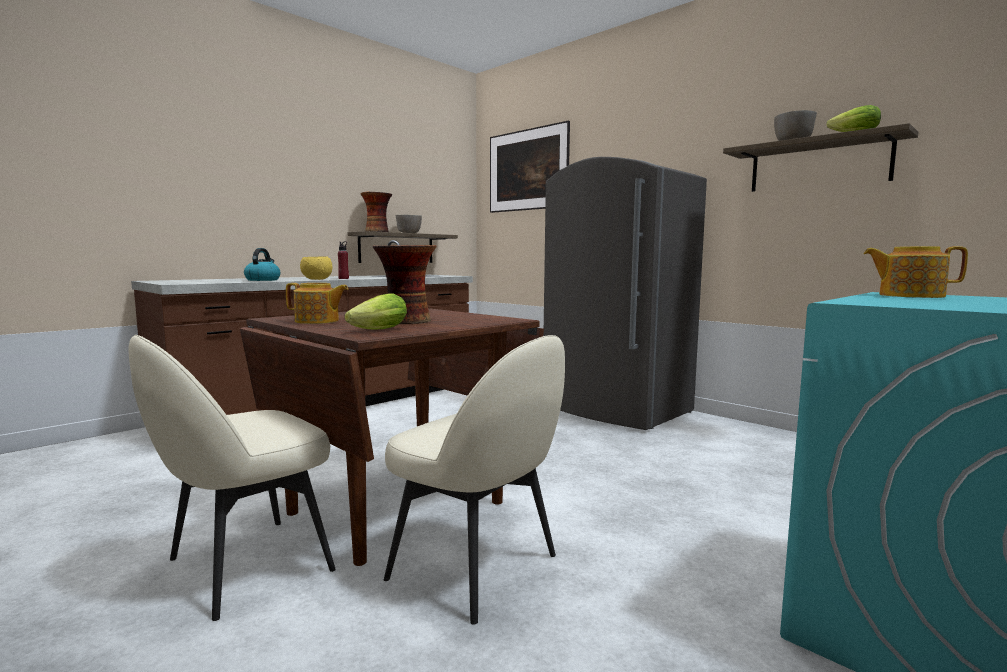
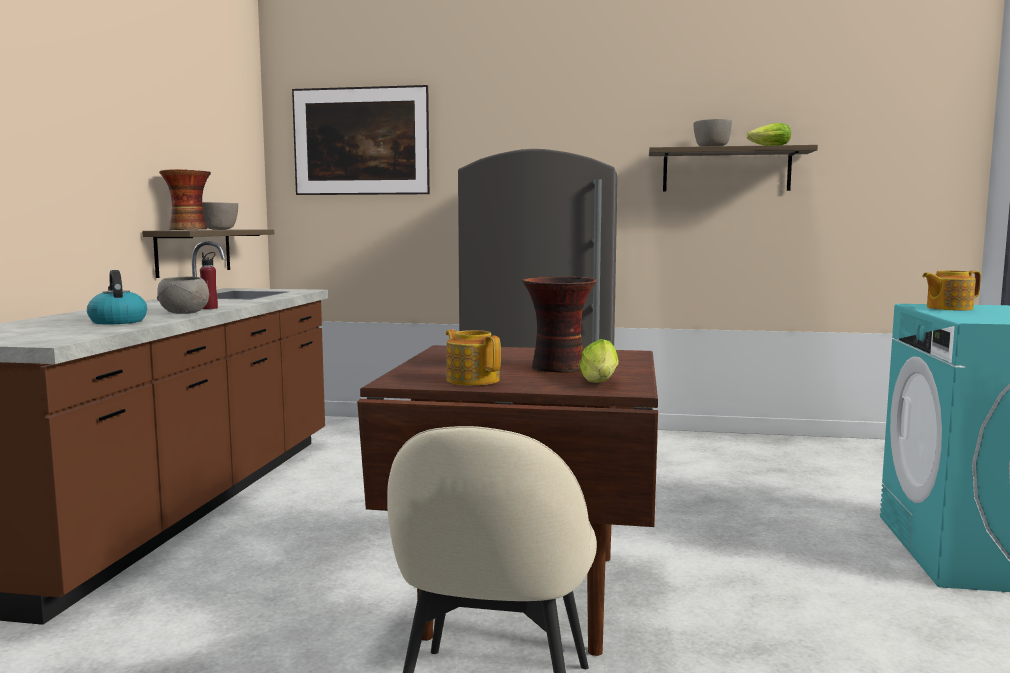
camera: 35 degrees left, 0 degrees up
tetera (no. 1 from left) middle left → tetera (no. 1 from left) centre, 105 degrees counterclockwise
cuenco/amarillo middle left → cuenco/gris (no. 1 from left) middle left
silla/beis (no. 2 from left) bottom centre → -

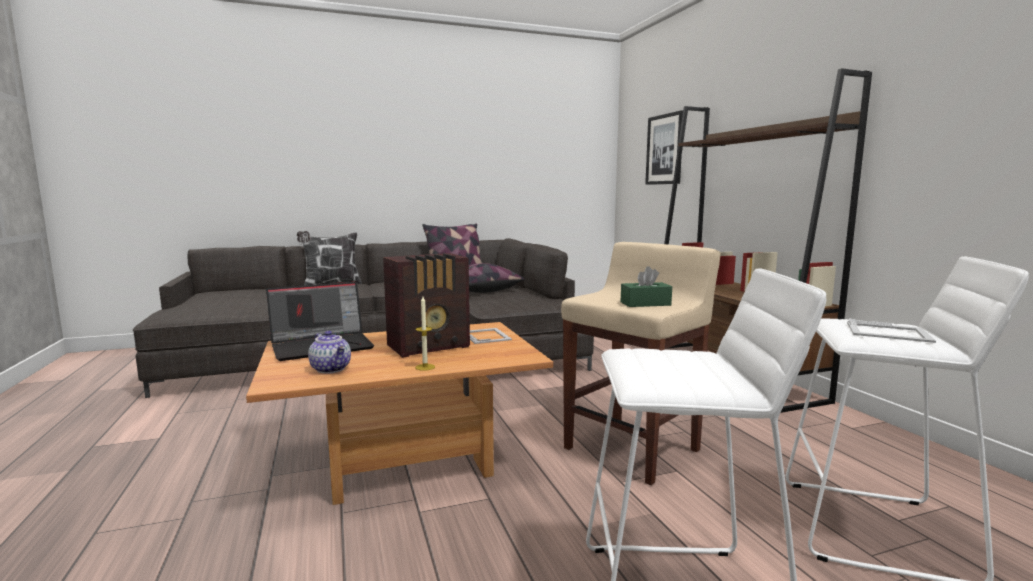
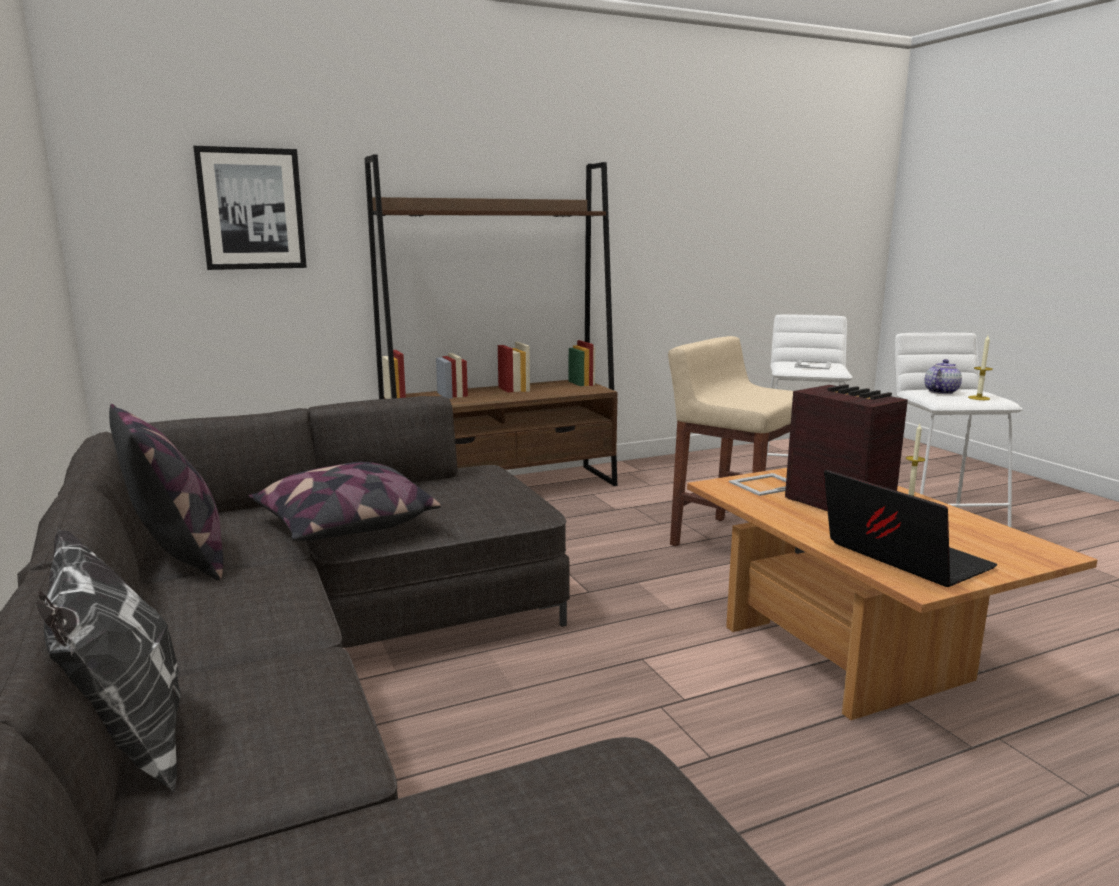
camera: 95 degrees left, 5 degrees up
tetera middle left → tetera middle right, shifted
caja de pañuelos/verde centre → -
- → vela (no. 2 from left) middle right

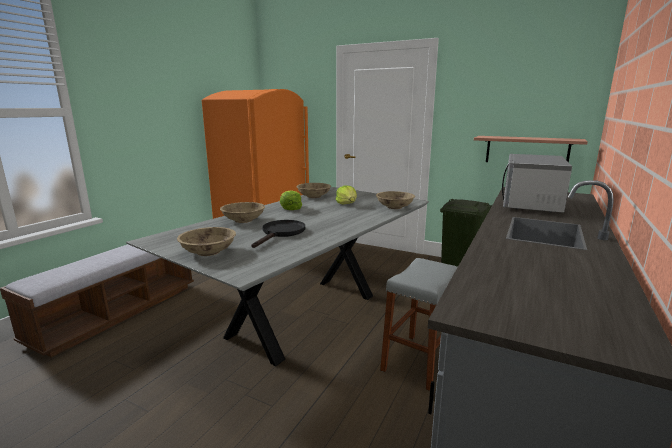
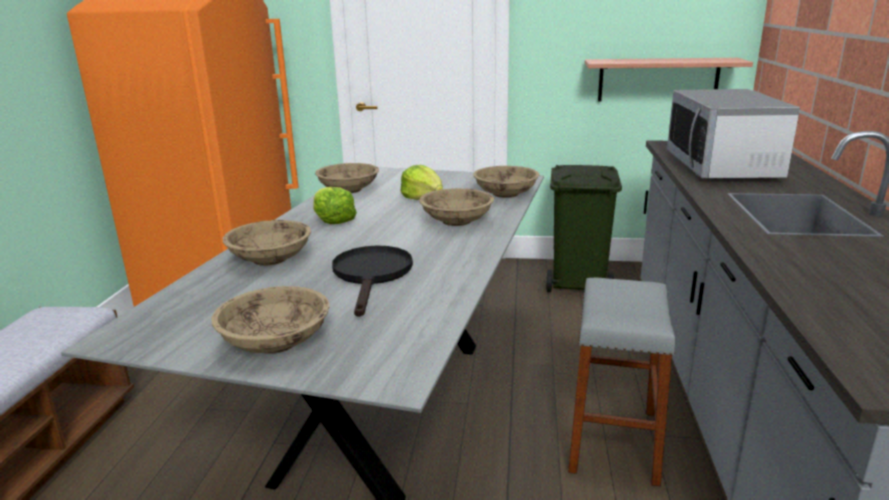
camera: 20 degrees left, 5 degrees up
- → cuenco/beis (no. 4 from left) centre

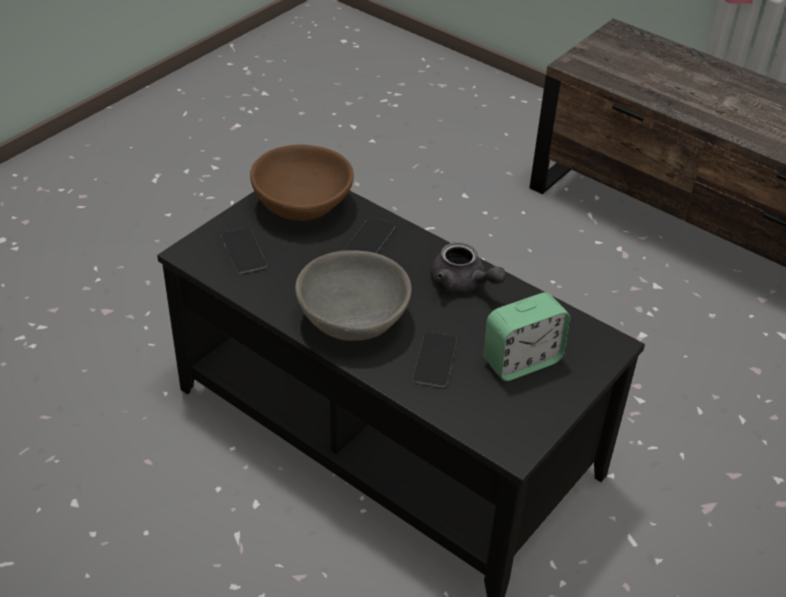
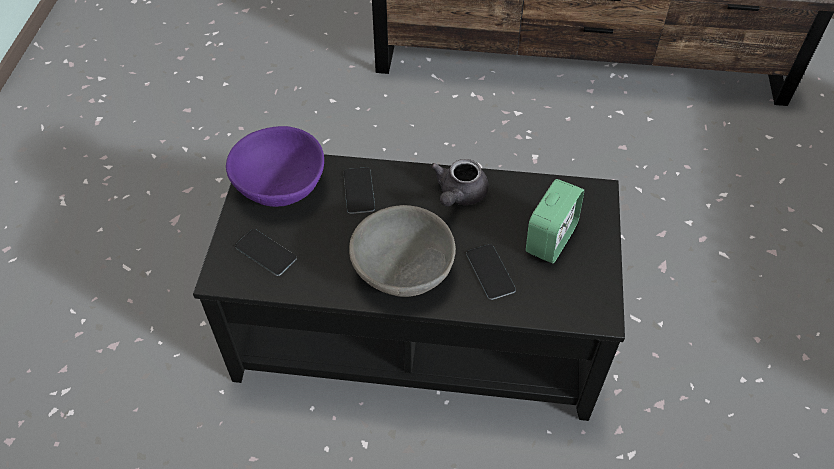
camera: 30 degrees left, 10 degrees up
cuenco/marrón top centre → cuenco/morado middle left
tetera/gris centre, 105 degrees clockwise

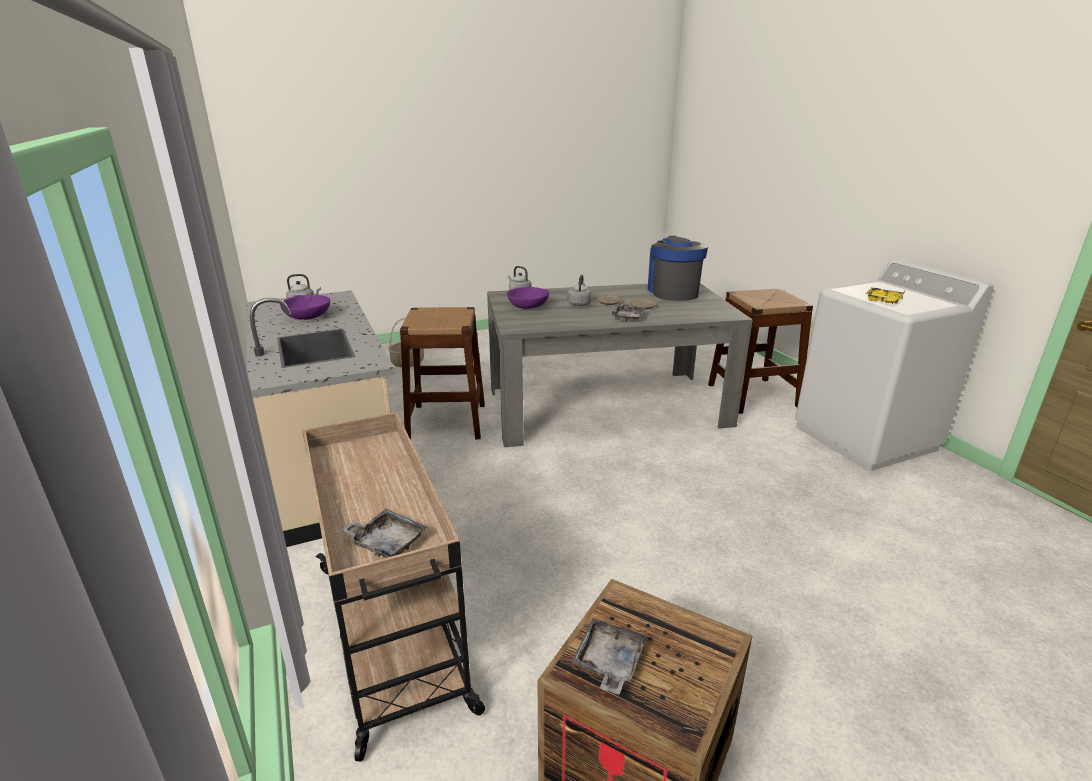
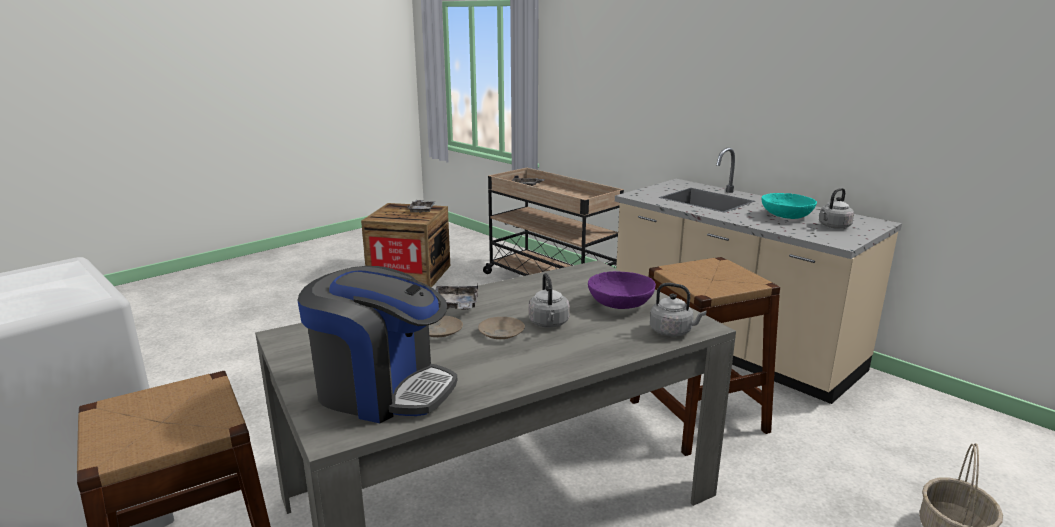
camera: 160 degrees right, 5 degrees down
cuenco/morado (no. 1 from left) middle left → cuenco/turquesa middle right
cafetera centre, 45 degrees counterclockwise
bandeja/amarillo middle right → -

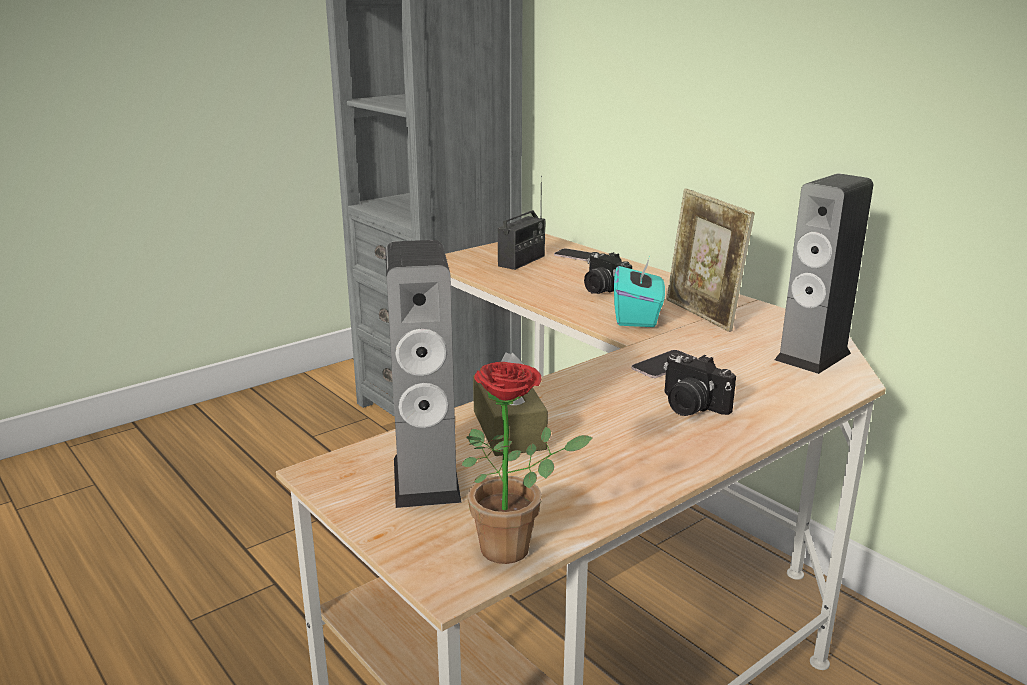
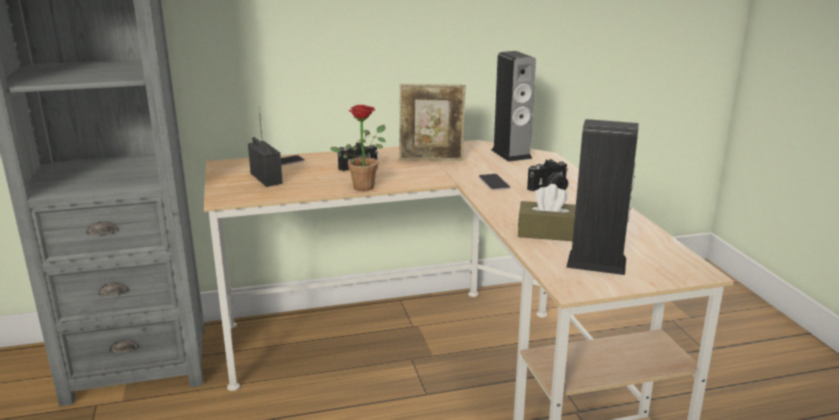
camera: 65 degrees left, 0 degrees up
planta en maceta bottom centre → planta en maceta centre, shifted
caja de pañuelos/turquesa centre → -

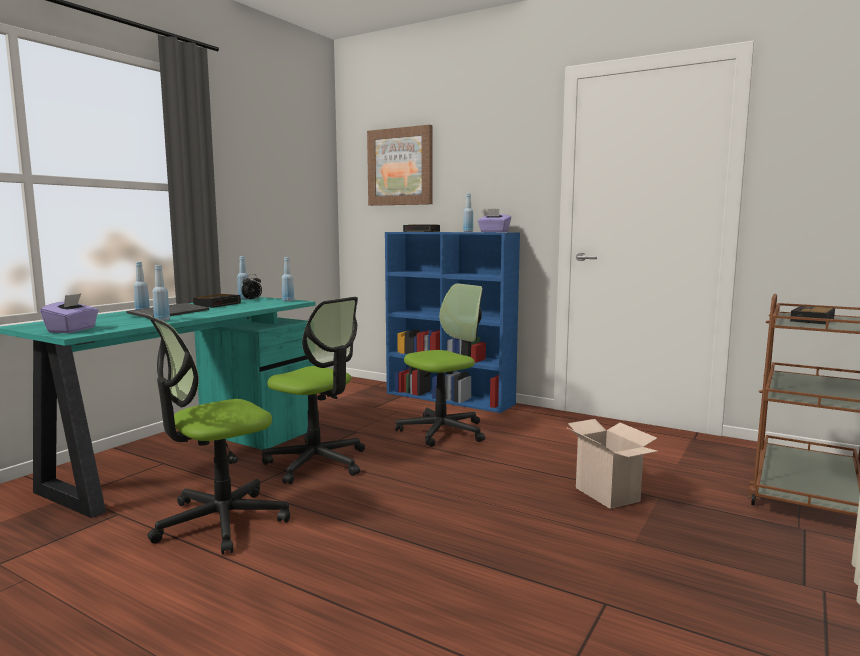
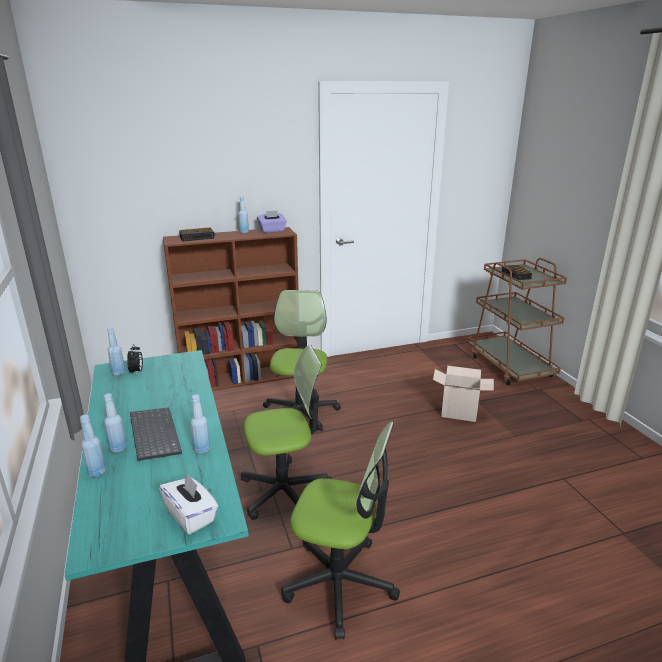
camera: 50 degrees left, 15 degrees up
caja de pañuelos/morado (no. 1 from left) middle left → caja de pañuelos/blanco bottom left
silla de oficina (no. 1 from left in the first image) middle left → silla de oficina (no. 3 from left) bottom centre, 75 degrees counterclockwise
despertador (no. 1 from left) middle left → -
botella/azul (no. 4 from left in the first image) centre → botella/azul (no. 1 from left) bottom left, shifted
cuadro top centre → -
estantería/azul centre → estantería/marrón centre

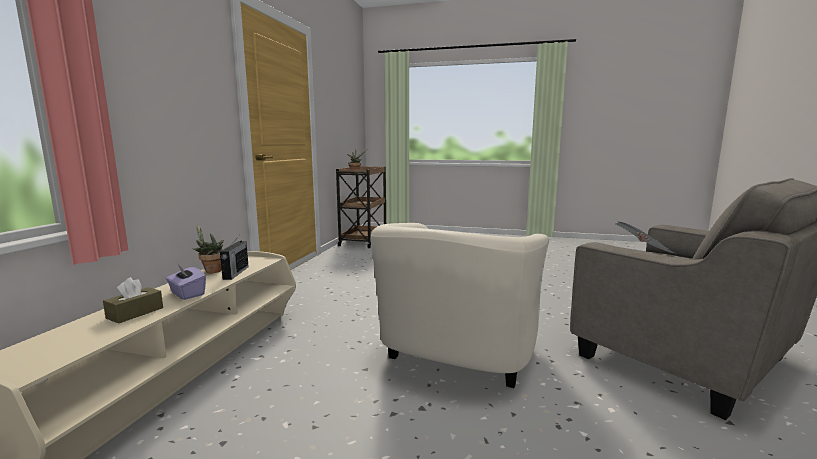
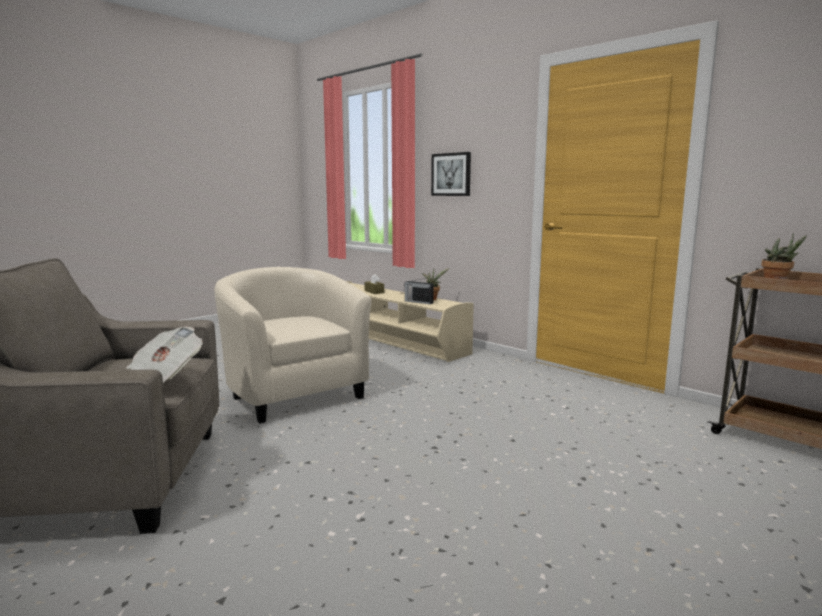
camera: 120 degrees right, 0 degrees up
caja de pañuelos/morado middle left → -
- → cuadro top centre

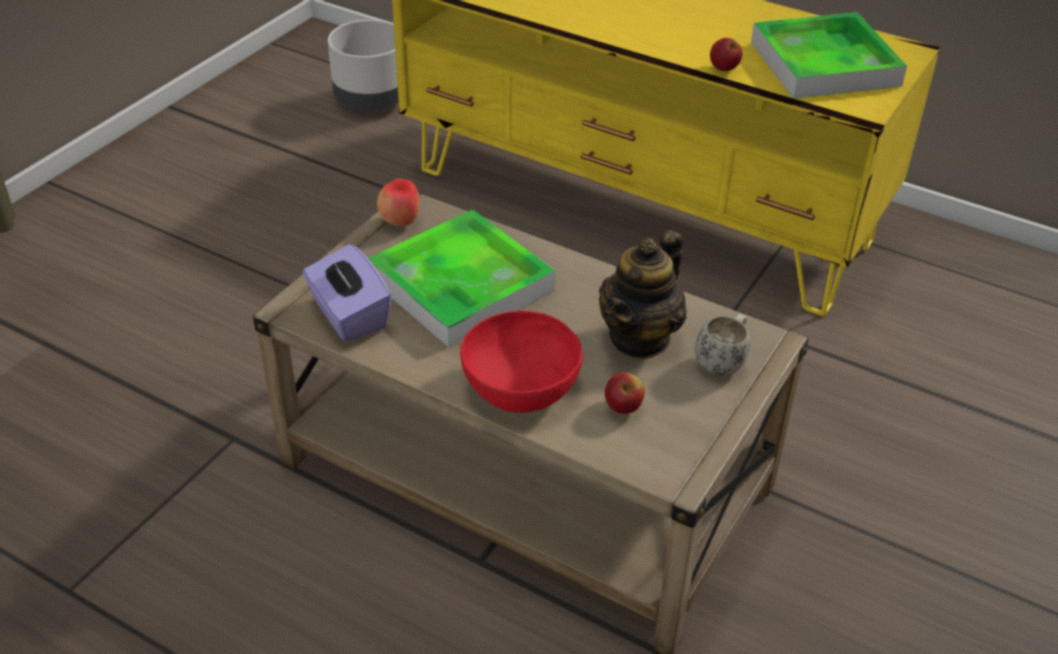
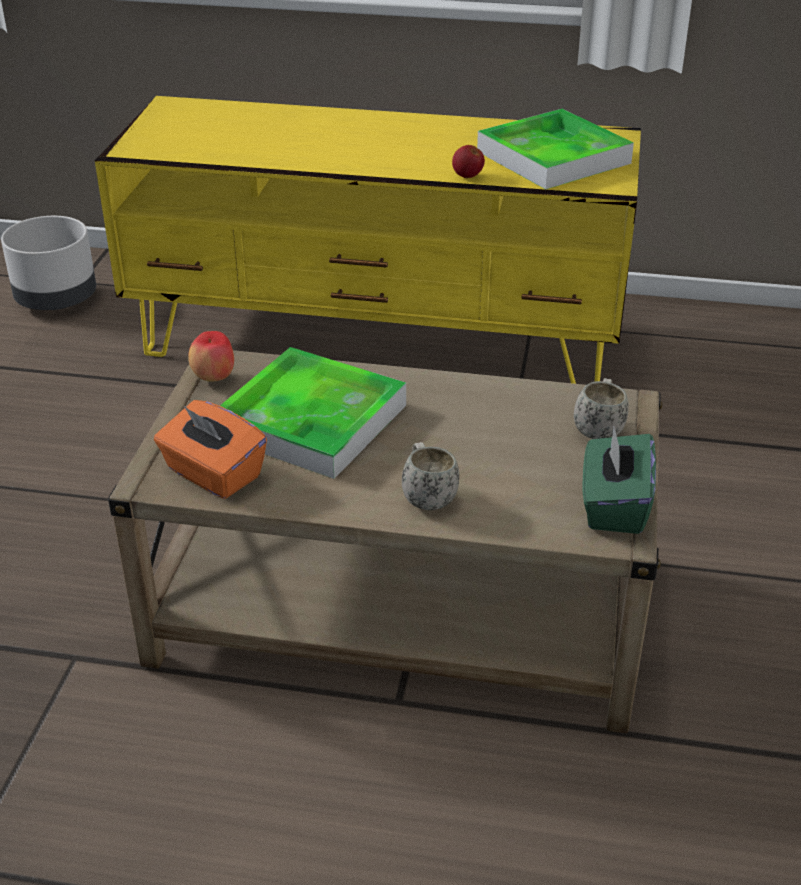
camera: 20 degrees left, 5 degrees down
caja de pañuelos/morado middle left → caja de pañuelos/naranja middle left
cuenco/rojo centre → taza grande/blanco (no. 1 from left) centre
tetera centre → -
manzana (no. 2 from left) centre → -
- → caja de pañuelos/verde middle right

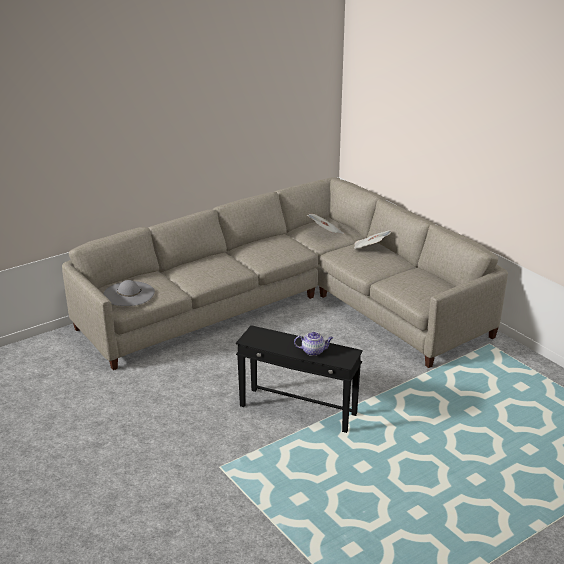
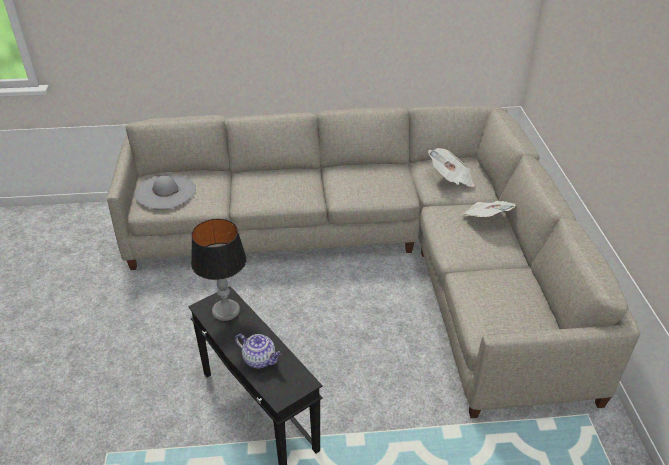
camera: 30 degrees right, 10 degrees up
- → lámpara de mesa middle left

